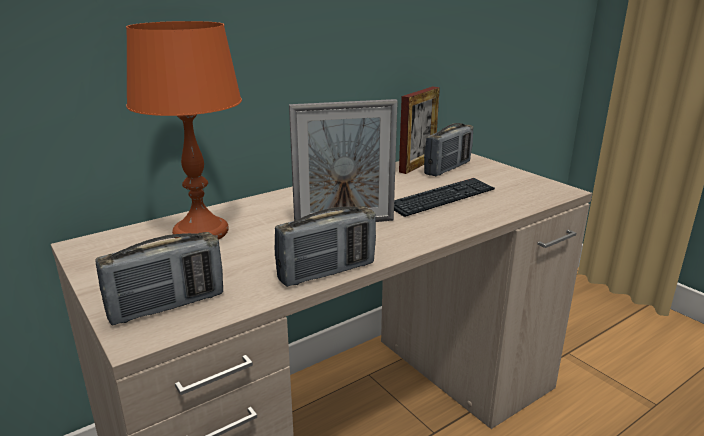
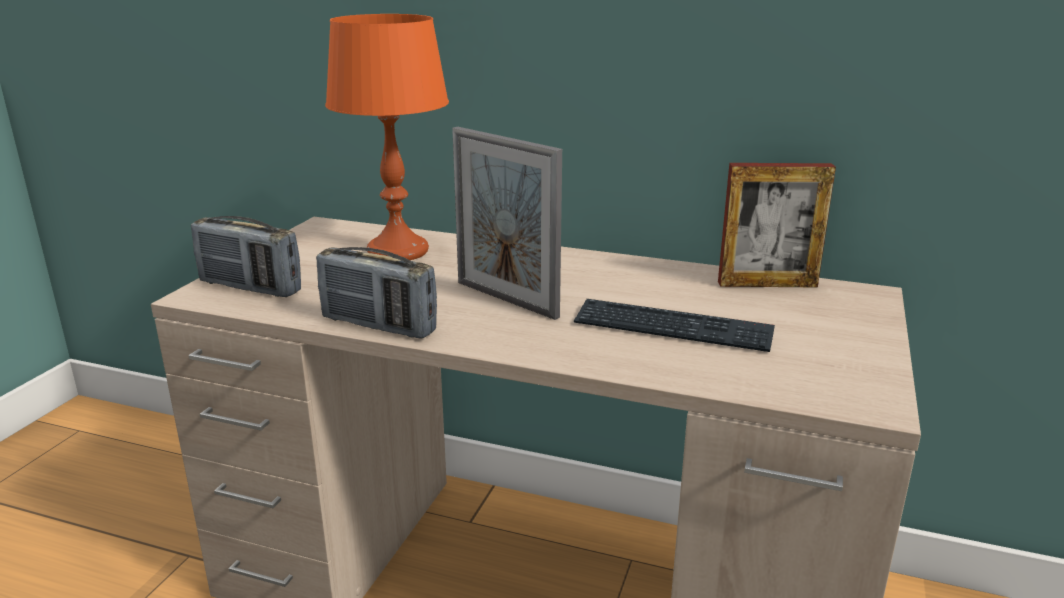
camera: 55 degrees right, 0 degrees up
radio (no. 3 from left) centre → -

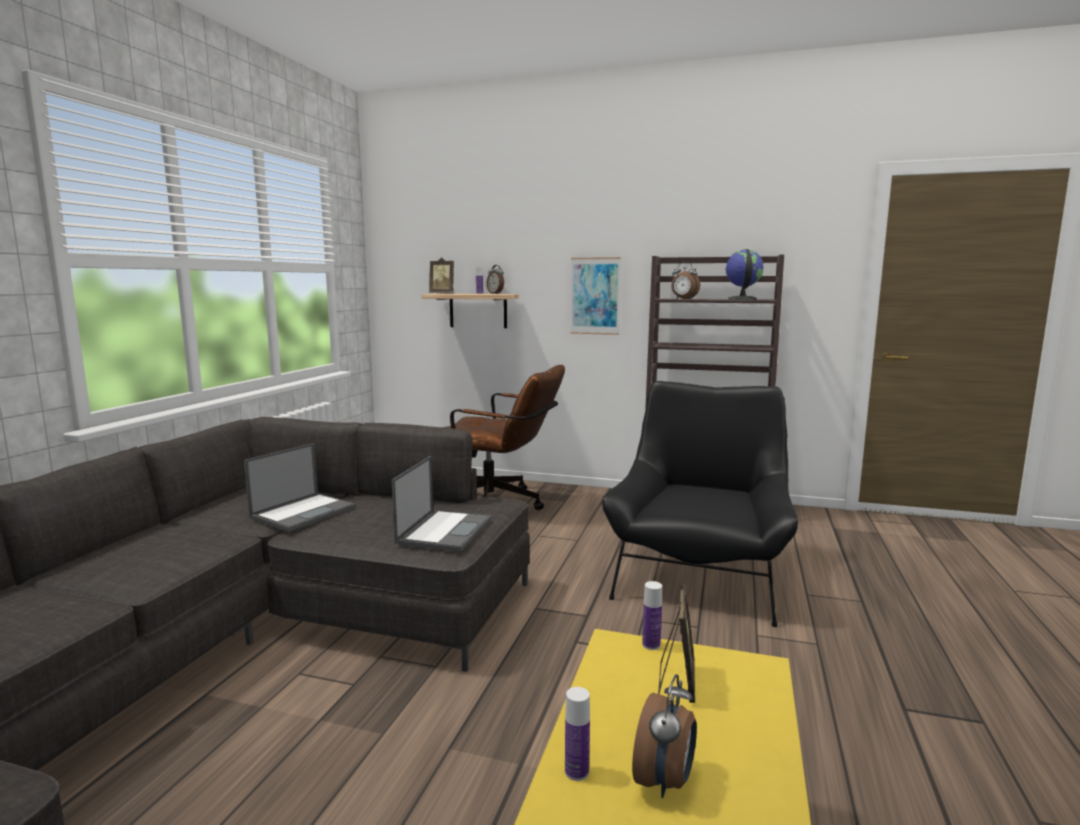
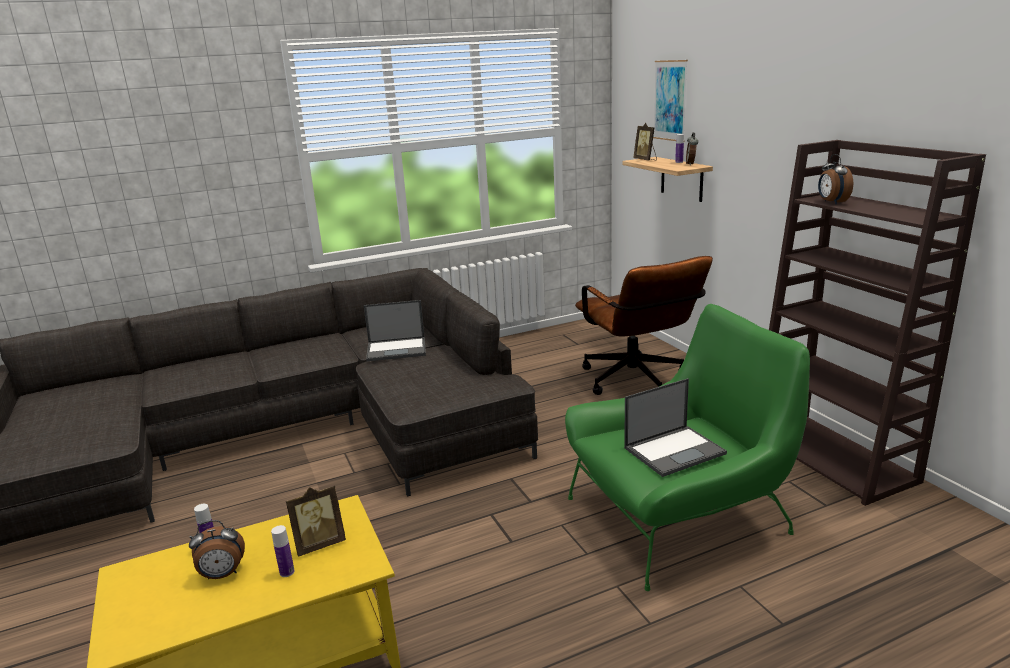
camera: 50 degrees right, 10 degrees up
portátil (no. 2 from left) centre → portátil (no. 2 from left) middle right, shifted
cuadro centre → cuadro top centre, shifted
sillón/negro centre → sillón/verde bottom right
botella (no. 3 from left in the first image) bottom centre → botella (no. 2 from left) bottom left, shifted
globo terráqueo top right → -

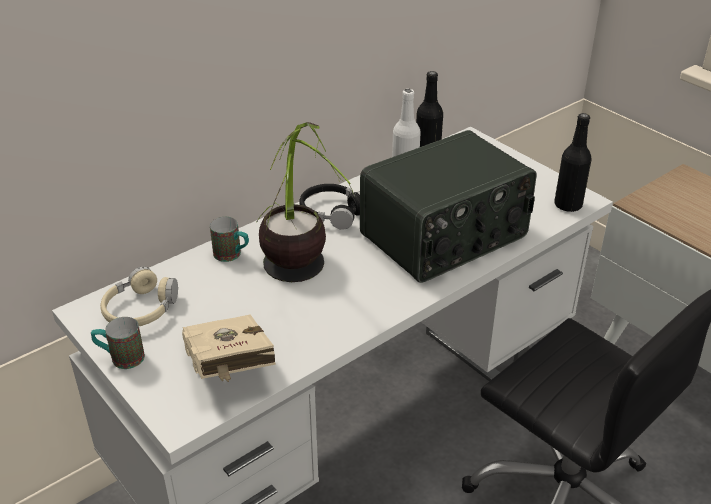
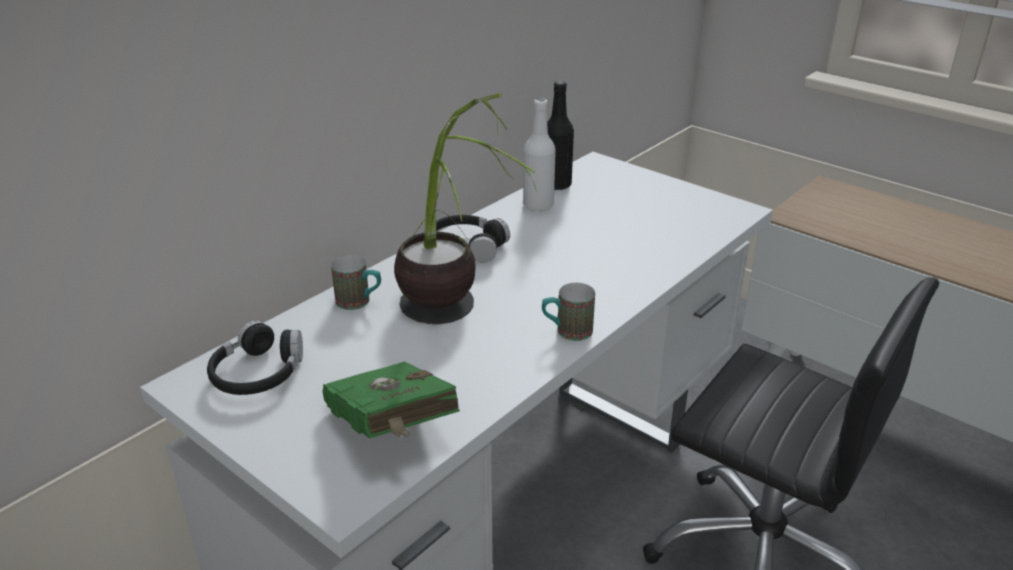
camera: 10 degrees left, 5 degrees down
taza grande (no. 1 from left in the first image) bottom left → taza grande (no. 2 from left) centre, shifted
auriculares/beis middle left → auriculares/negro (no. 1 from left) middle left
libro/beis bottom left → libro/verde bottom centre
radio centre → -
botella/negro (no. 2 from left) top right → -

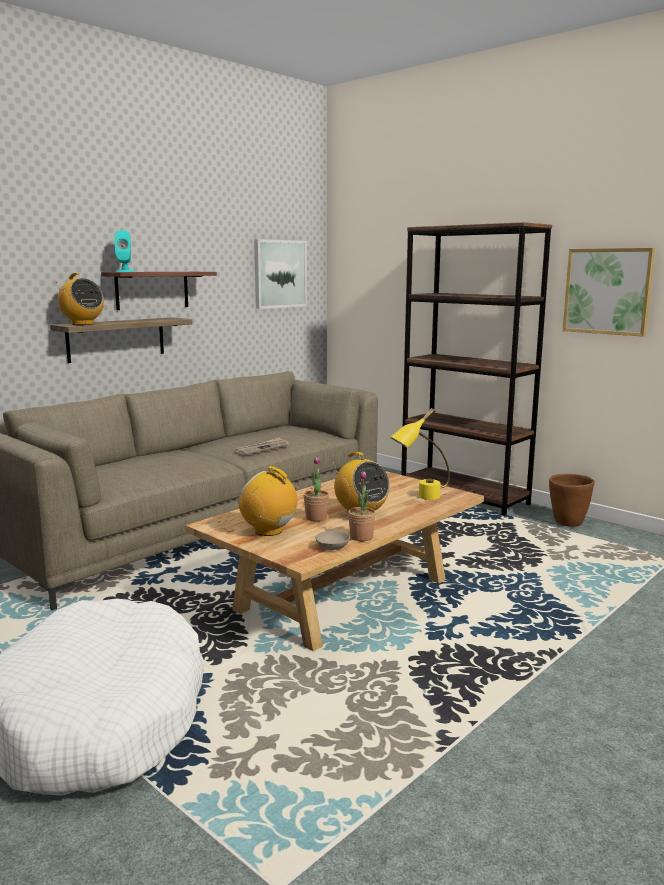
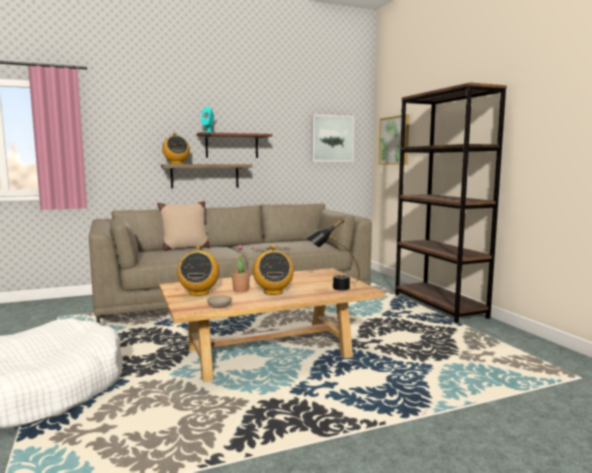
camera: 25 degrees right, 5 degrees down
radio (no. 2 from left) centre, 150 degrees counterclockwise
planta en maceta (no. 2 from left) centre → -
lámpara de mesa/amarillo centre → lámpara de mesa/negro centre
maceta/marrón middle right → -
cuadro (no. 2 from left) top right → cuadro (no. 2 from left) top centre, shifted
- → cojín/beis middle left

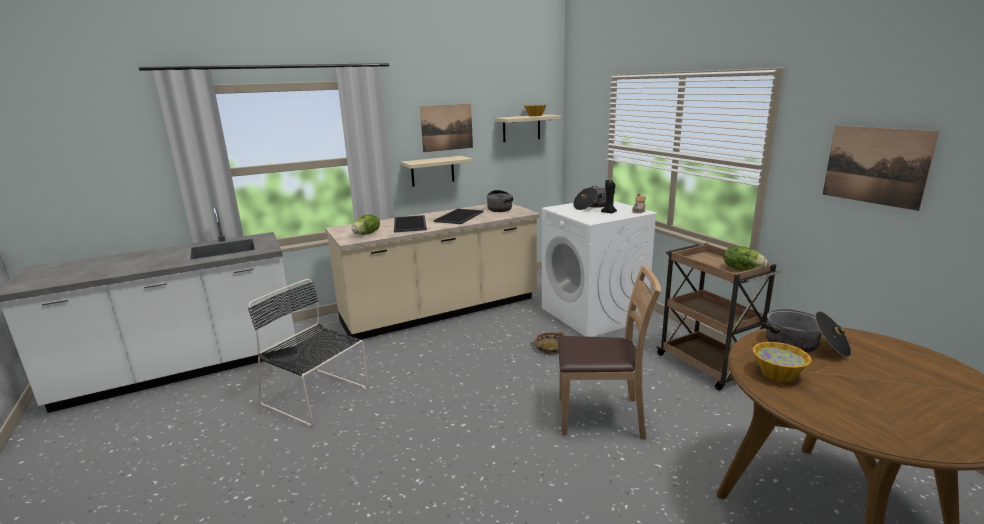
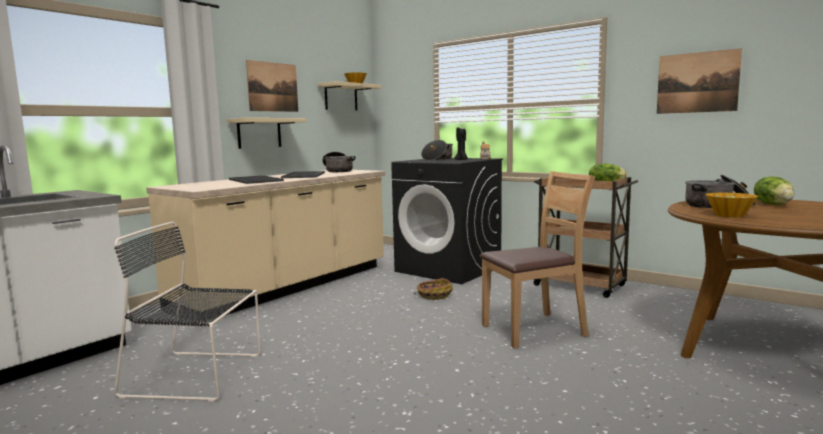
camera: 25 degrees left, 10 degrees down
lechuga (no. 1 from left in the first image) centre → lechuga (no. 2 from left) middle right, shifted
lavadora/blanco centre → lavadora/negro centre

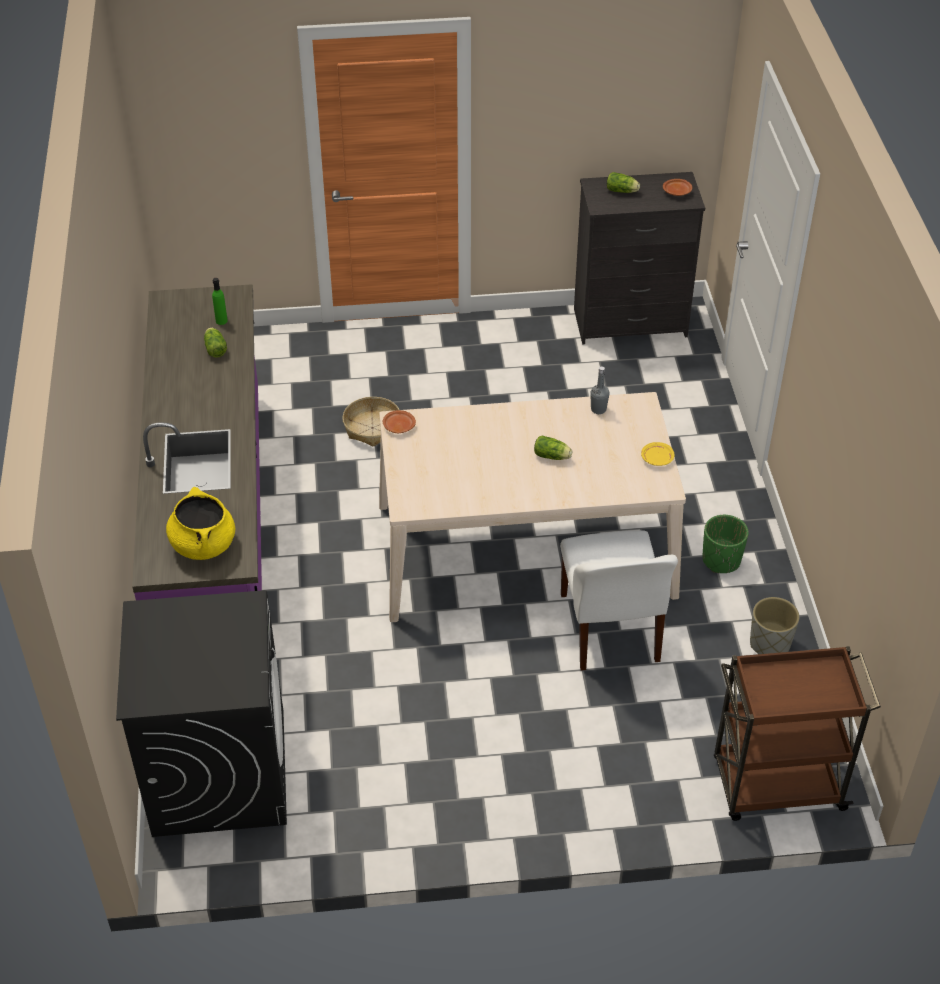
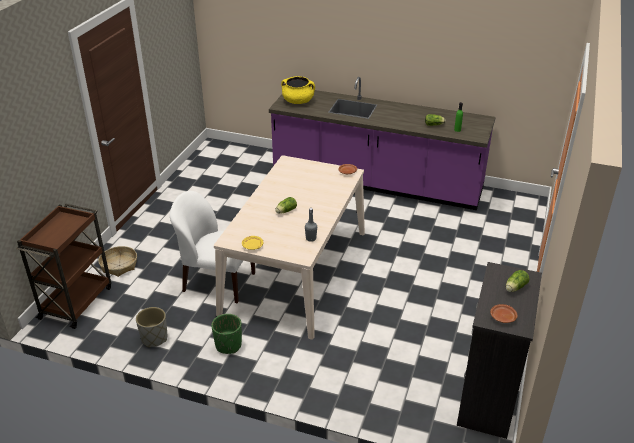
camera: 115 degrees right, 10 degrees down
lavadora/negro bottom left → -
cesta centre → cesta middle left, shifted

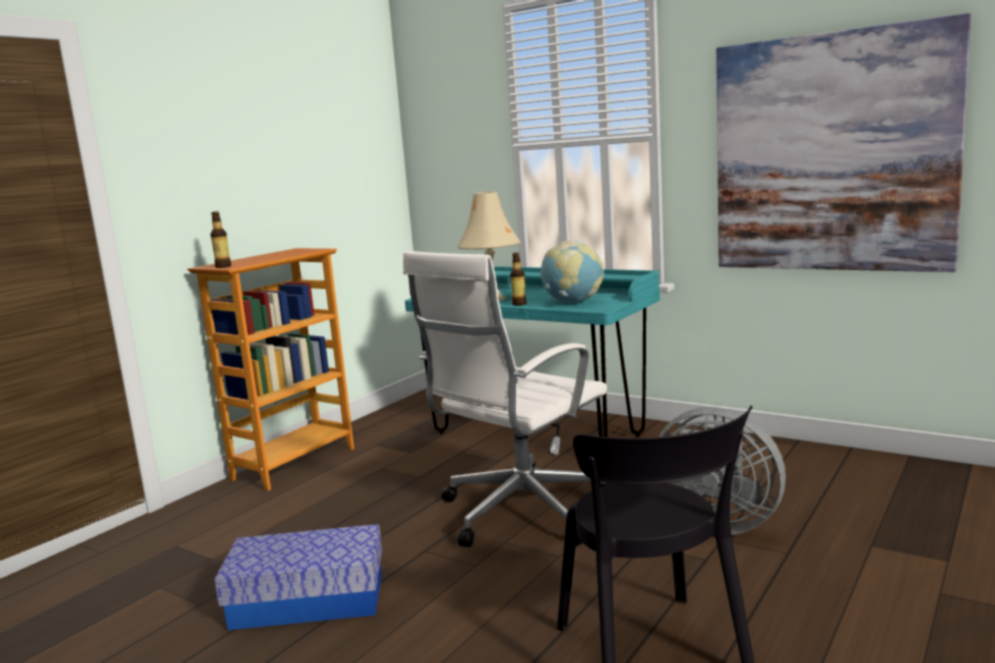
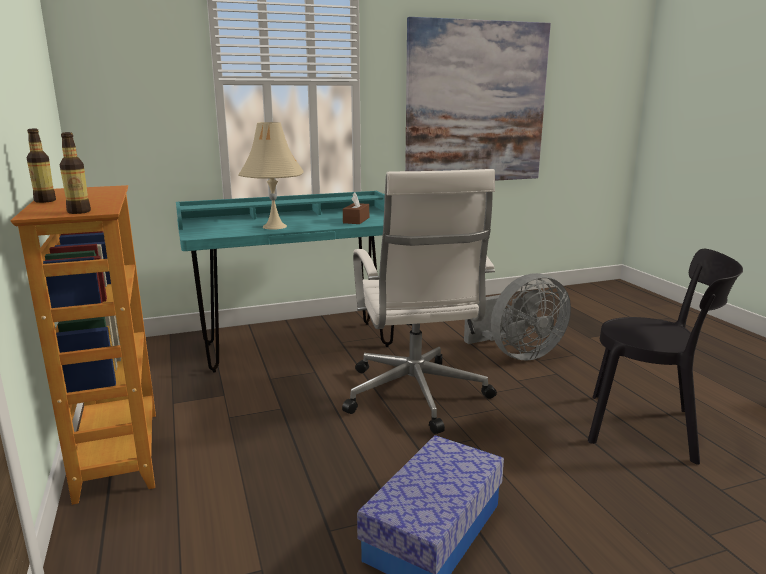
camera: 55 degrees left, 5 degrees up
botella (no. 2 from left in the first image) centre → botella (no. 1 from left) top left, shifted
globo terráqueo centre → caja de pañuelos/marrón centre

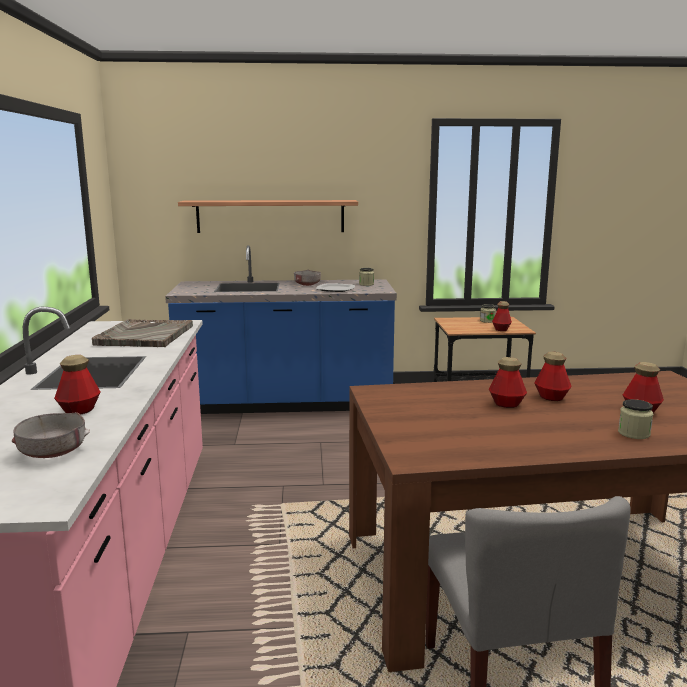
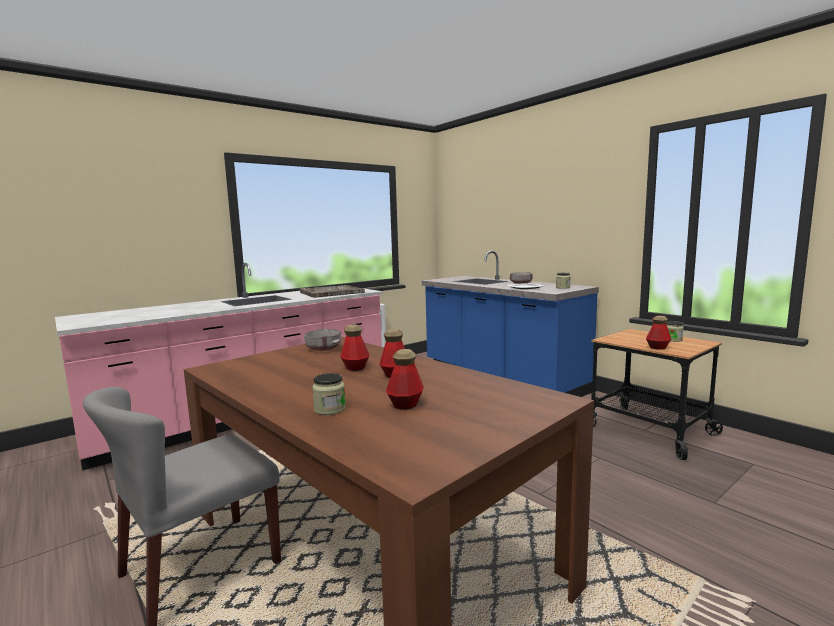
camera: 55 degrees right, 5 degrees down
cuenco/gris (no. 1 from left) middle left → cuenco/gris (no. 1 from left) centre, shifted
botella (no. 1 from left) middle left → -
estante top centre → -

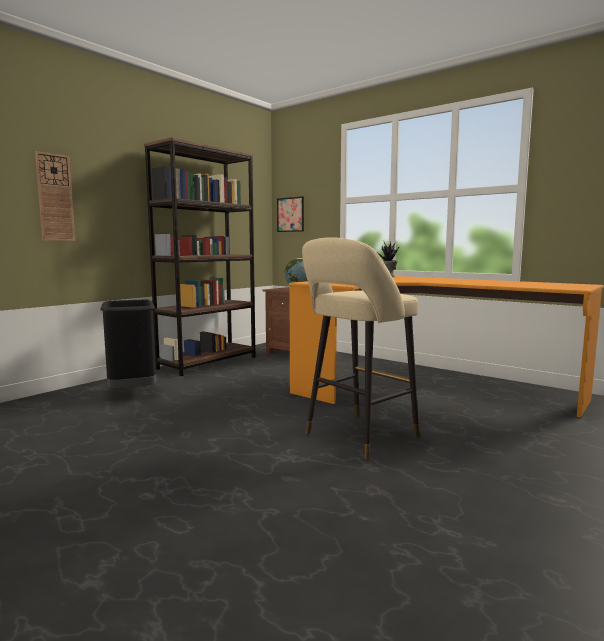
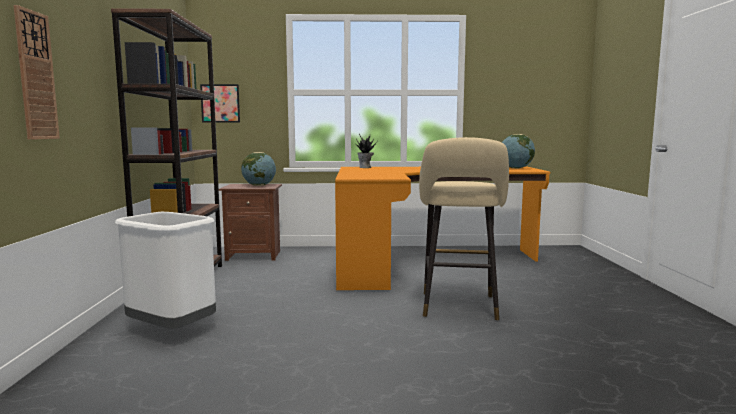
camera: 40 degrees left, 0 degrees up
papelera/negro middle left → papelera/blanco middle left
- → globo terráqueo (no. 2 from left) middle right

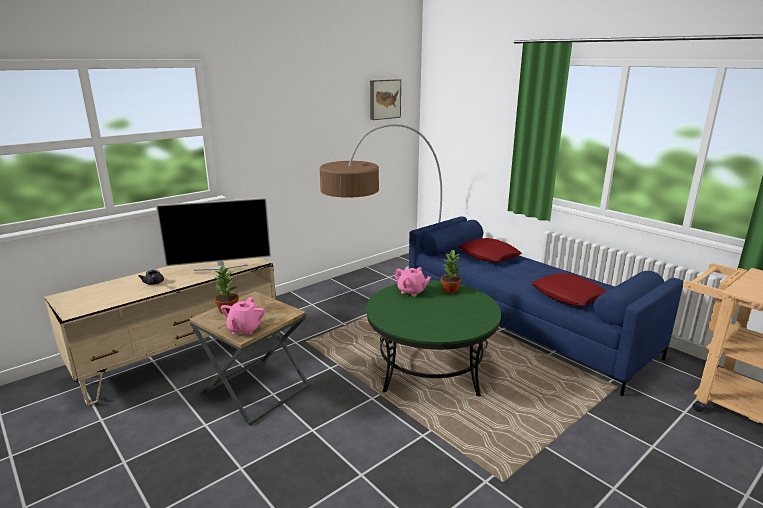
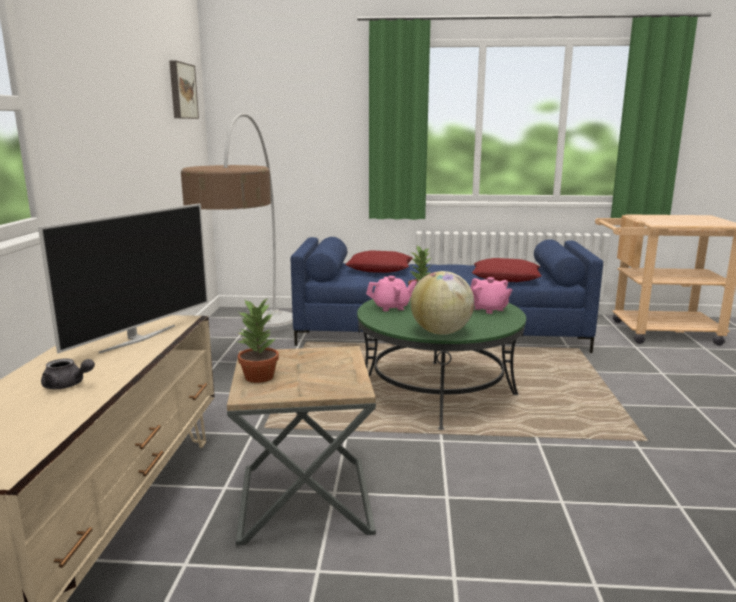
camera: 45 degrees left, 5 degrees down
tetera/rosa (no. 1 from left in the first image) middle left → tetera/rosa (no. 2 from left) middle right, shifted
- → globo terráqueo centre

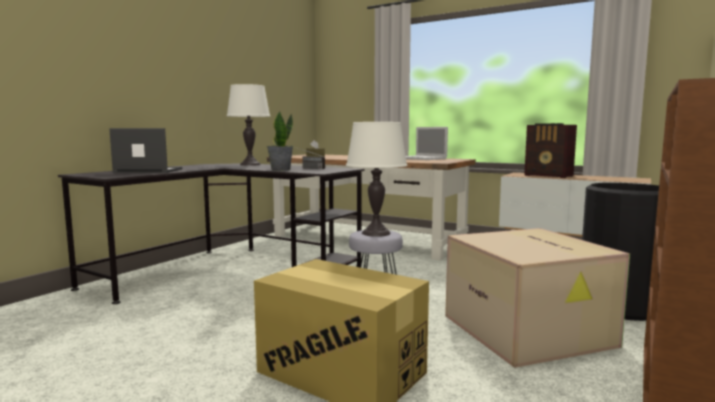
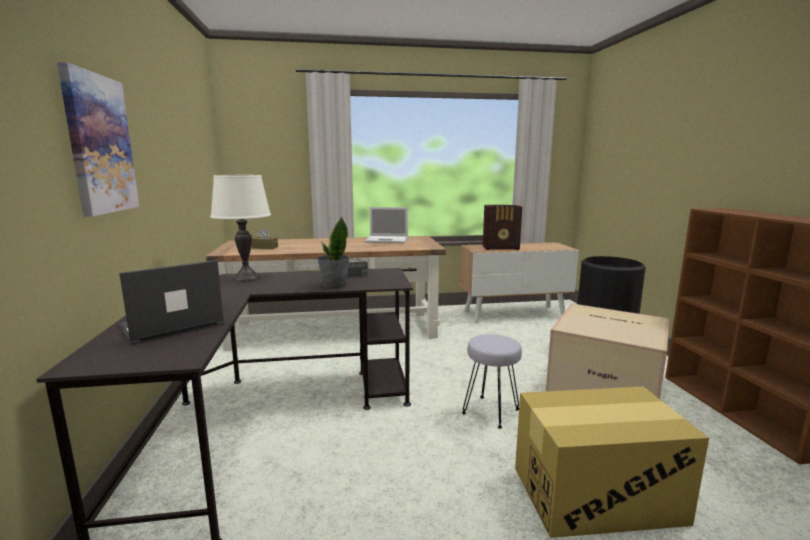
camera: 40 degrees left, 5 degrees up
lámpara de mesa/blanco (no. 2 from left) centre → -
- → cuadro top left

